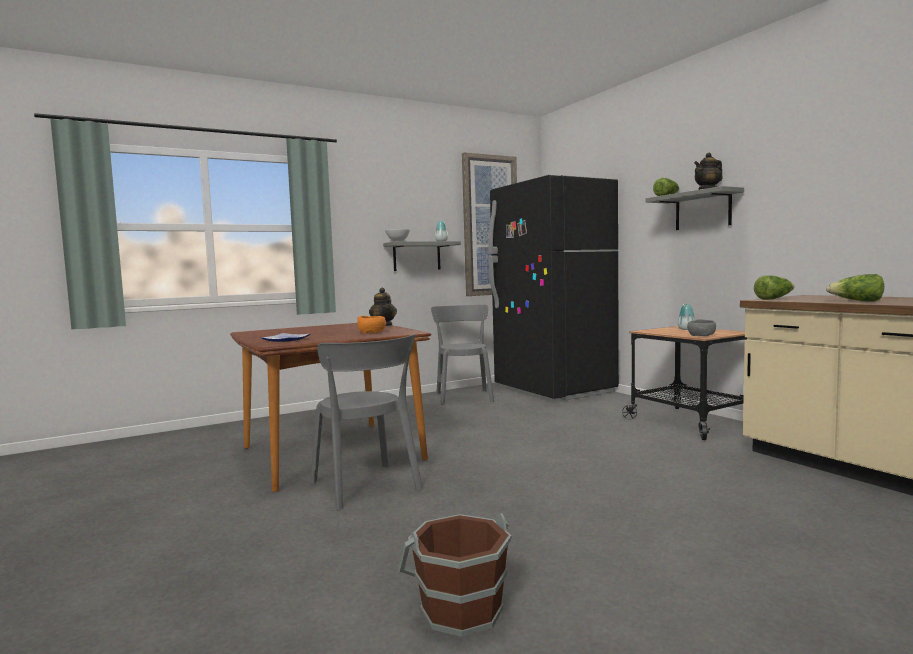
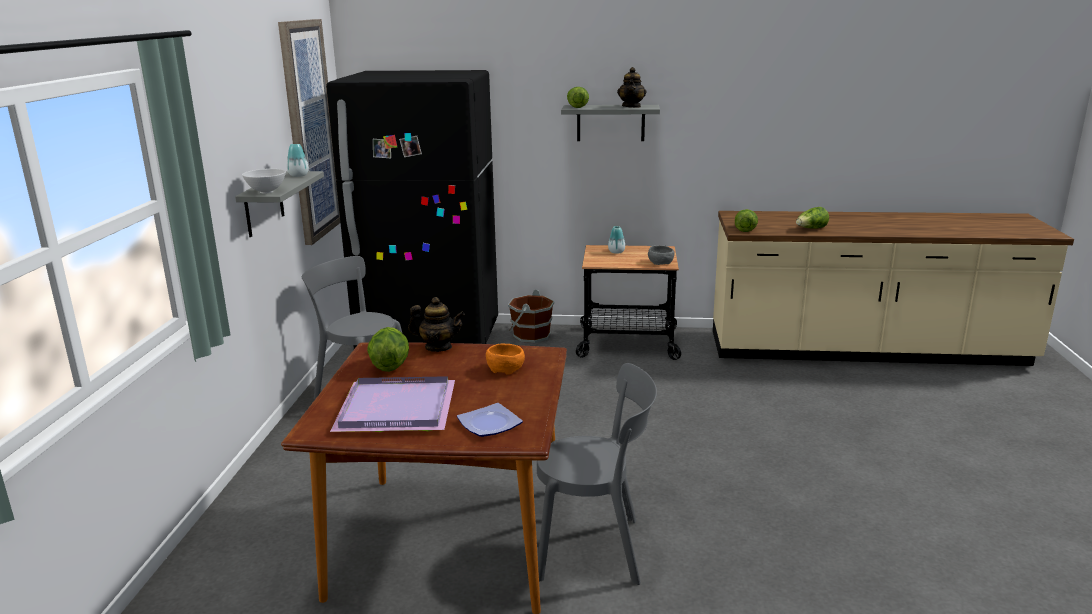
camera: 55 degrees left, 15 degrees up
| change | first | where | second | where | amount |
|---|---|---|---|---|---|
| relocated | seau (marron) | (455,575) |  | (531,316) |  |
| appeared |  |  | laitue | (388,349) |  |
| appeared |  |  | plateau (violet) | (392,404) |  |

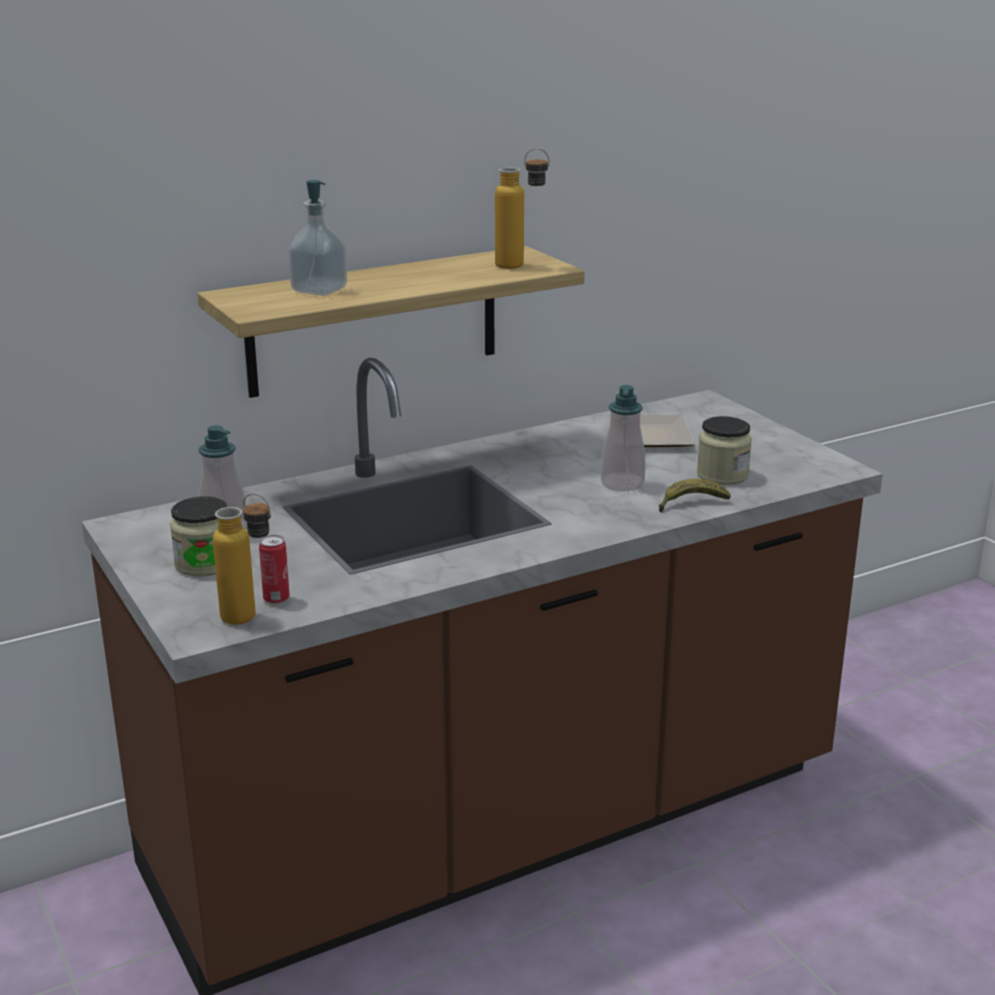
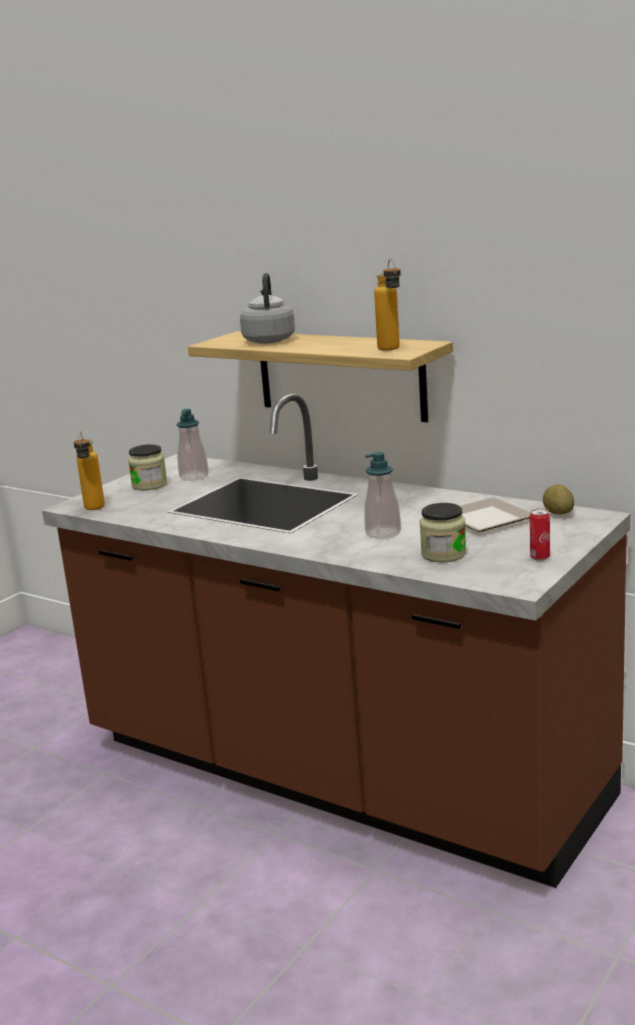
camera: 65 degrees right, 5 degrees down
| change | first | where | second | where | amount |
|---|---|---|---|---|---|
| exchanged | distributeur de savon | (317,238) | bouilloire (gris) | (267,308) |  |
| missing | banane | (695,495) |  |  |  |
| relocated | boîte métallique | (274,569) |  | (540,534) |  |
| appeared |  |  | pomme de terre | (558,499) |  |

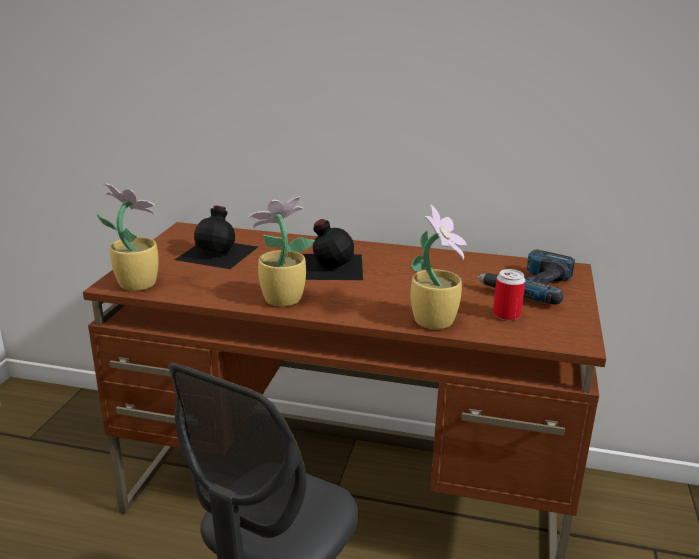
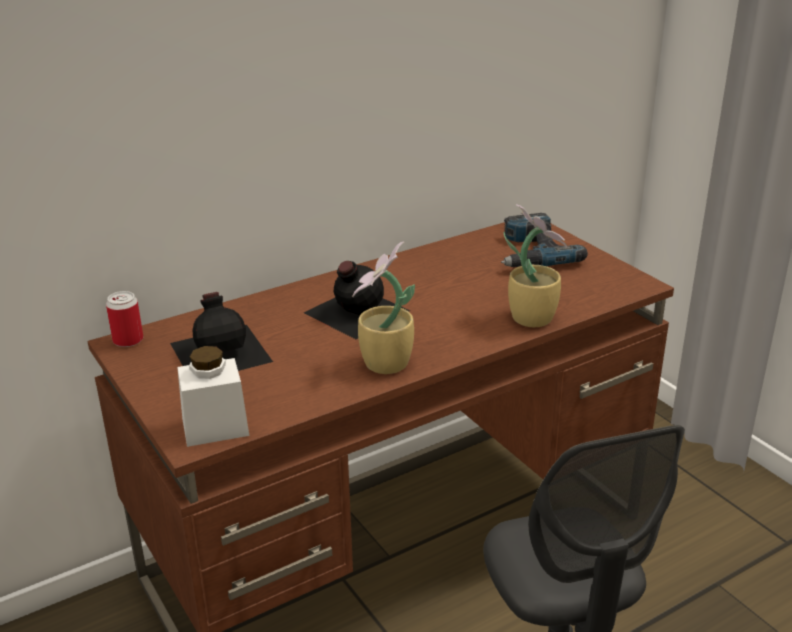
camera: 45 degrees left, 5 degrees up
| change | first | where | second | where | amount |
|---|---|---|---|---|---|
| exchanged | plante en pot | (127,237) | bocal (blanc) | (213,396) |  |
| relocated | boîte métallique | (509,295) |  | (124,319) |  |

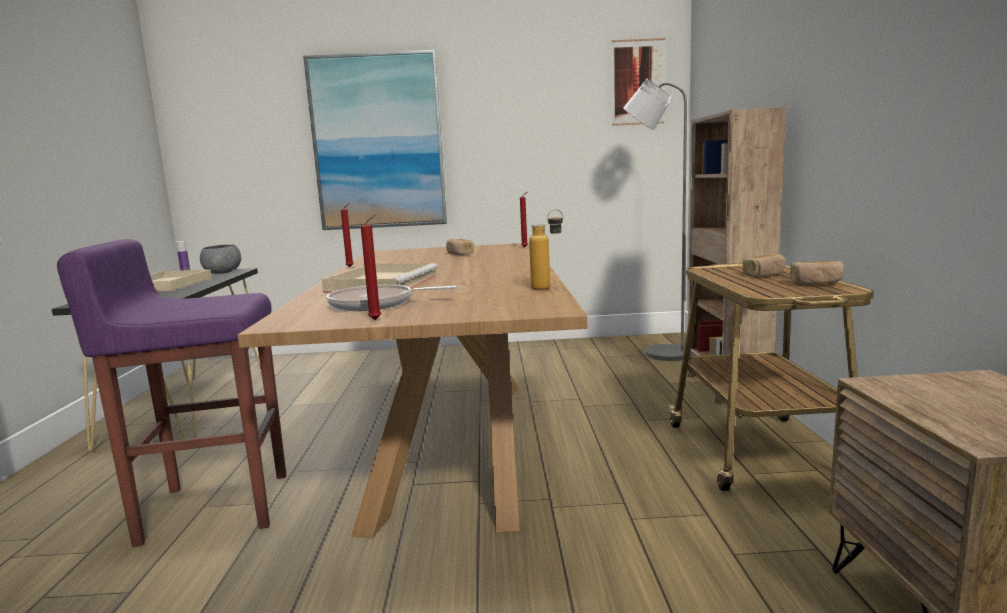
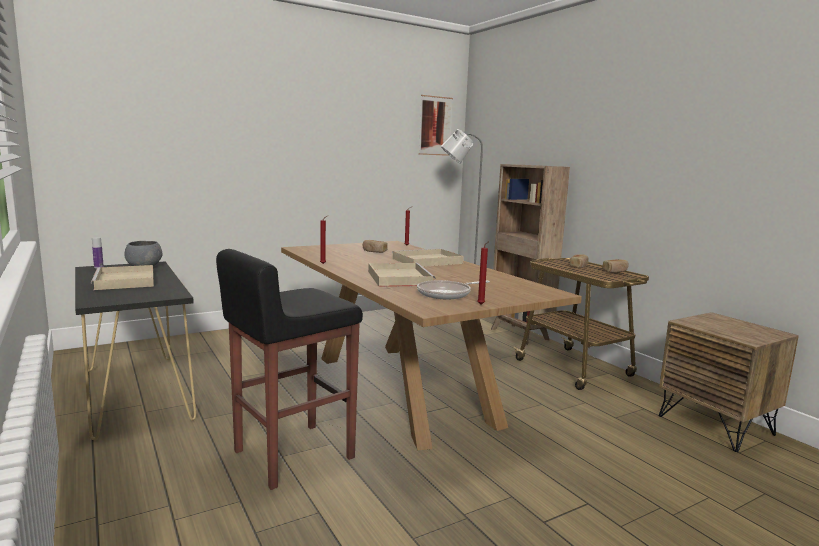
camera: 30 degrees left, 0 degrees up
| change | first | where | second | where | amount |
|---|---|---|---|---|---|
| missing | tableau | (375,140) |  |  |  |
| missing | bouteille | (546,249) |  |  |  |
| colour | tabouret (violet) | (171,393) | tabouret (noir) | (289,369) |  |
| appeared |  |  | plateau (beige) | (428,257) |  |

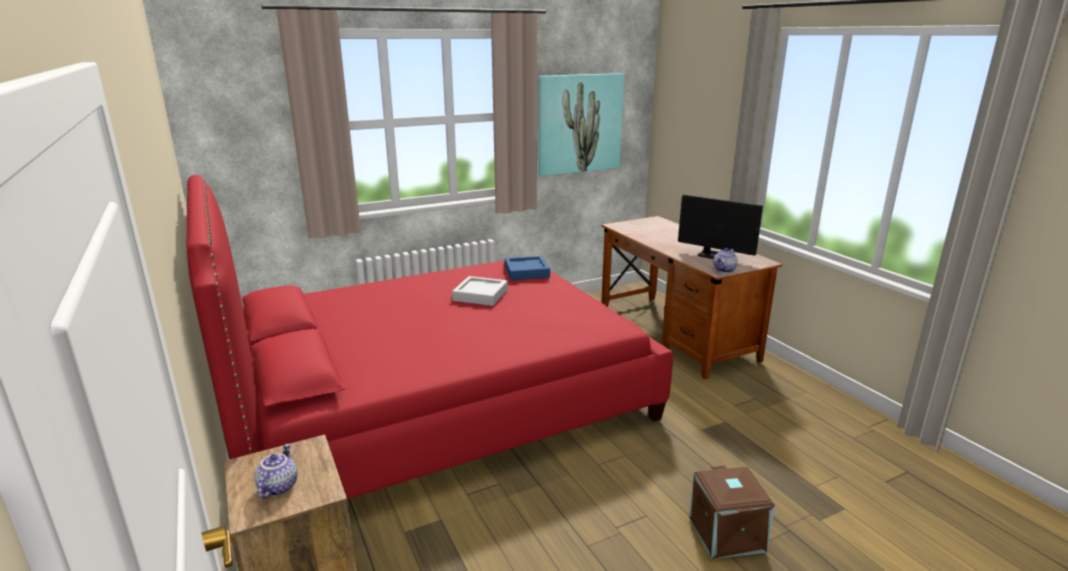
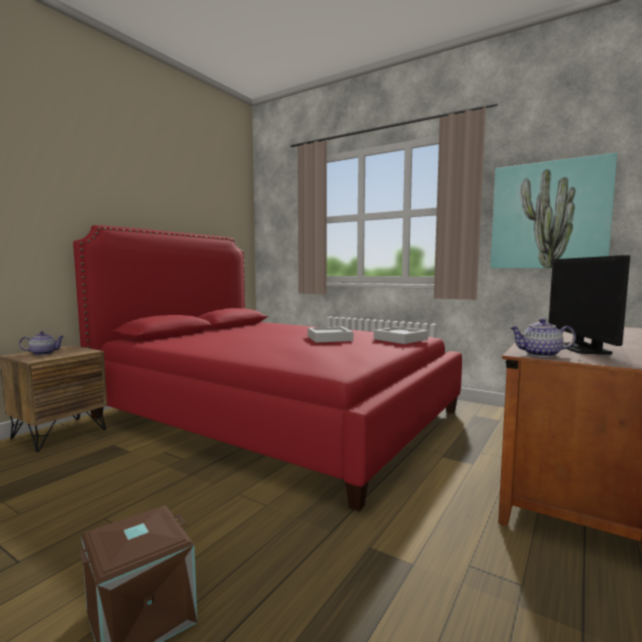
camera: 60 degrees right, 15 degrees down
| change | first | where | second | where | amount |
|---|---|---|---|---|---|
| colour | plateau (bleu) | (527,268) | plateau (gris) | (401,335) |  |

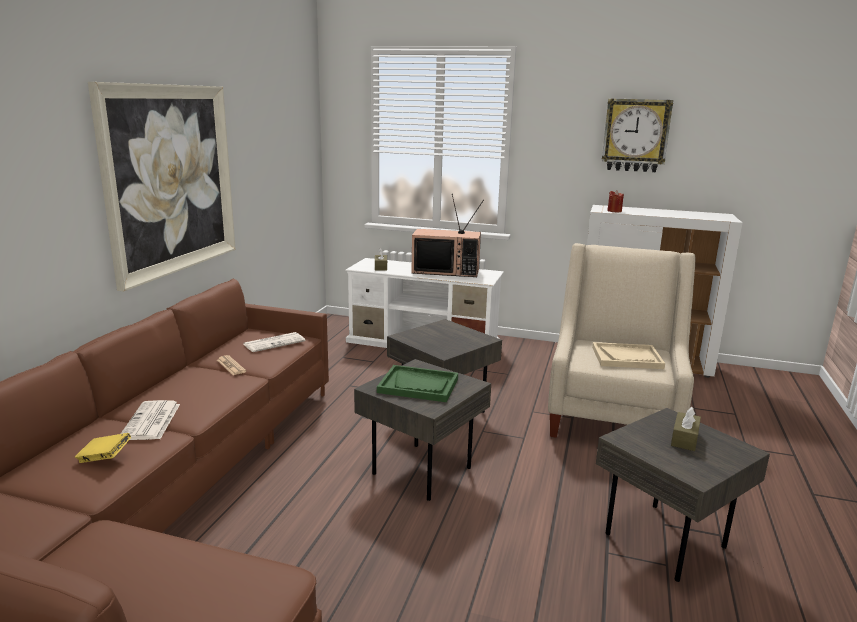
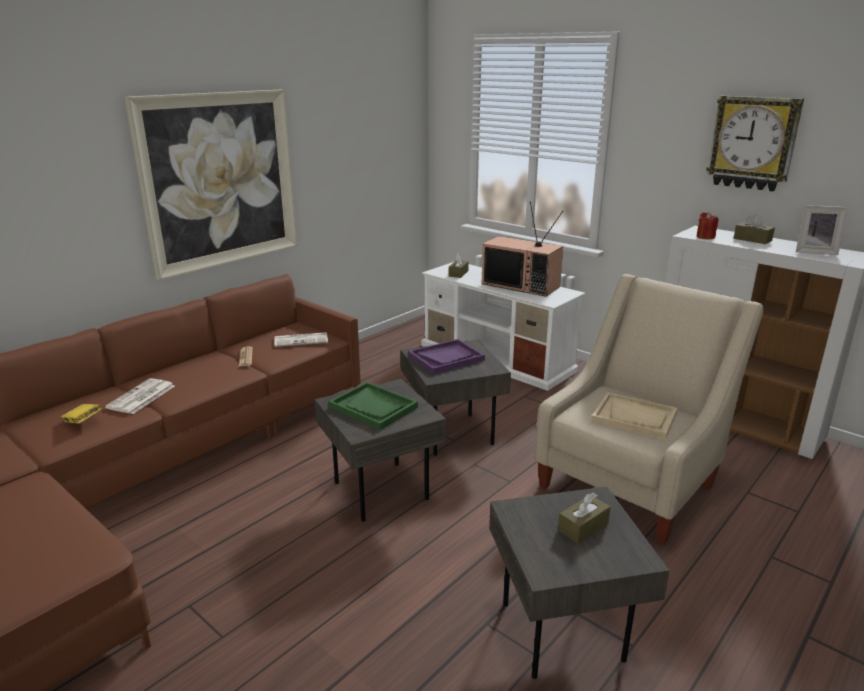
camera: 25 degrees right, 5 degrees up
| change | first | where | second | where | amount |
|---|---|---|---|---|---|
| appeared |  |  | cadre photo | (822,230) |  |
| appeared |  |  | boîte à mouchoirs (marron) | (754,228) |  |
| appeared |  |  | plateau (violet) | (446,356) |  |

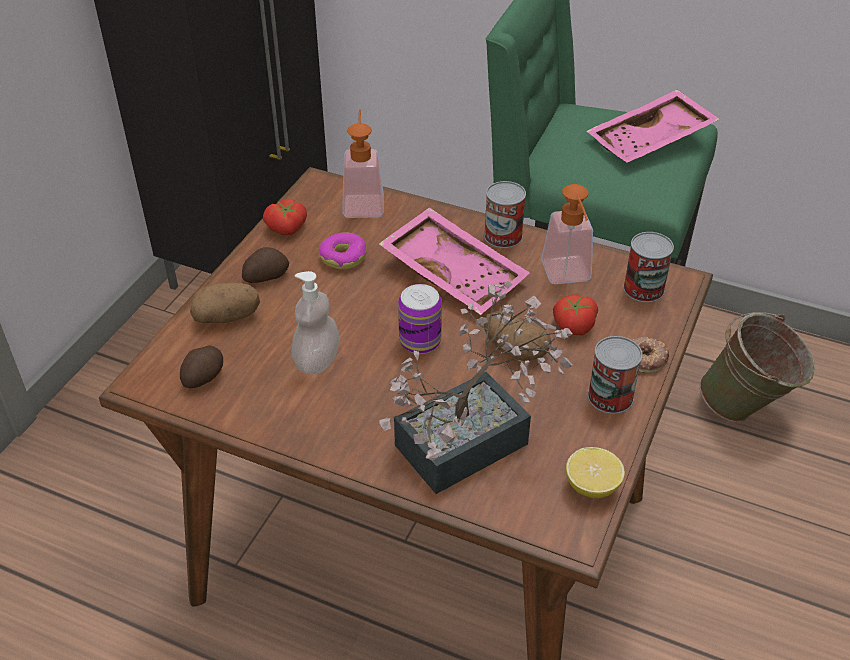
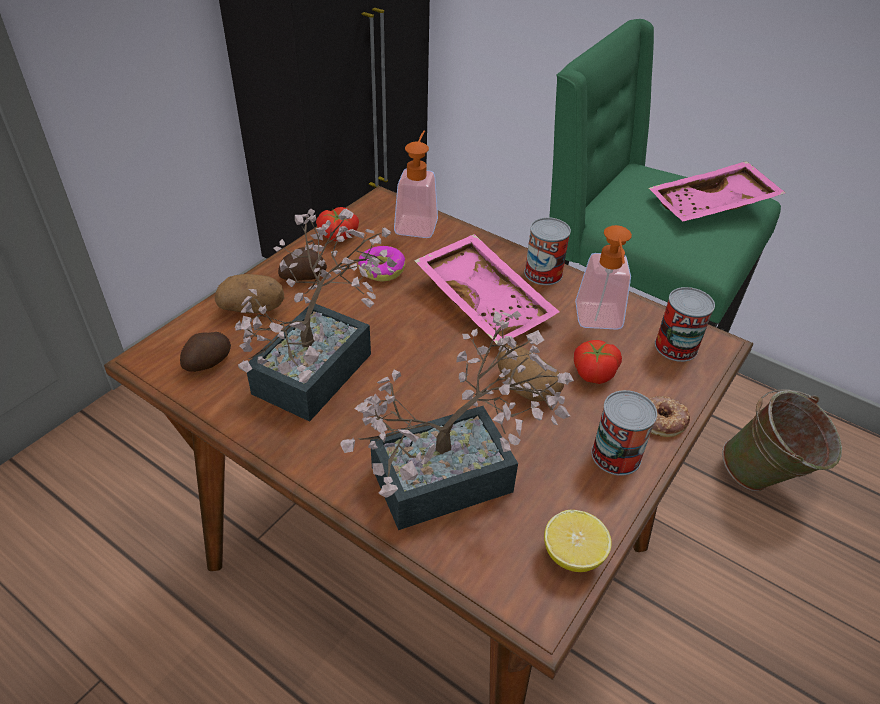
camera: 10 degrees right, 0 degrees up
| change | first | where | second | where | amount |
|---|---|---|---|---|---|
| exchanged | distributeur de savon | (316,322) | plante en pot | (316,315) |  |
| missing | boîte métallique | (420,319) |  |  |  |

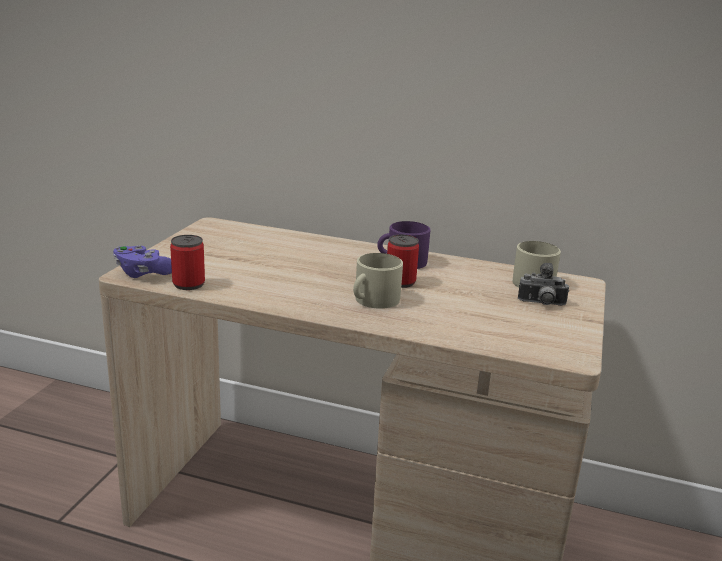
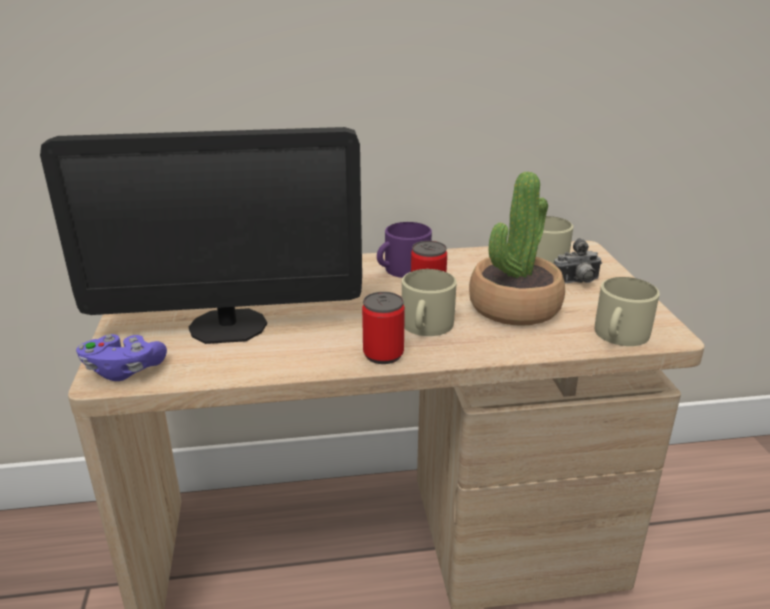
camera: 25 degrees left, 5 degrees up
| change | first | where | second | where | amount |
|---|---|---|---|---|---|
| relocated | boîte métallique | (187,262) |  | (383,328) |  |
| appeared |  |  | écran d'ordinateur | (201,235) |  |
| appeared |  |  | plante en pot | (517,249) |  |
| appeared |  |  | mug (beige) | (627,311) |  |

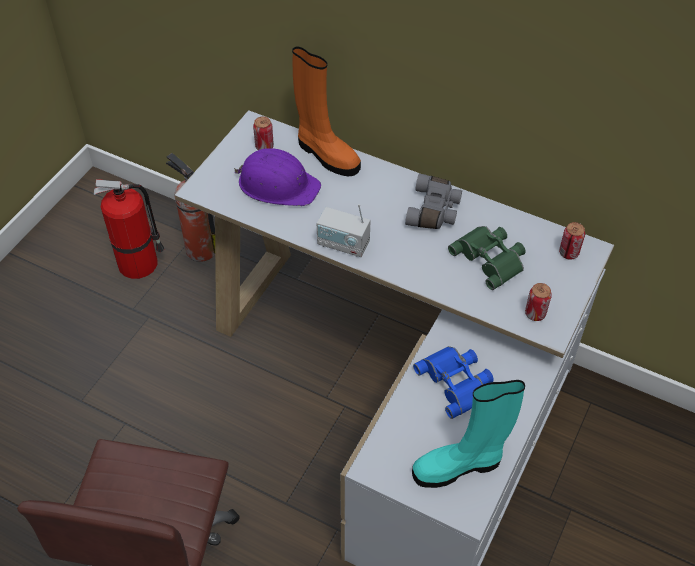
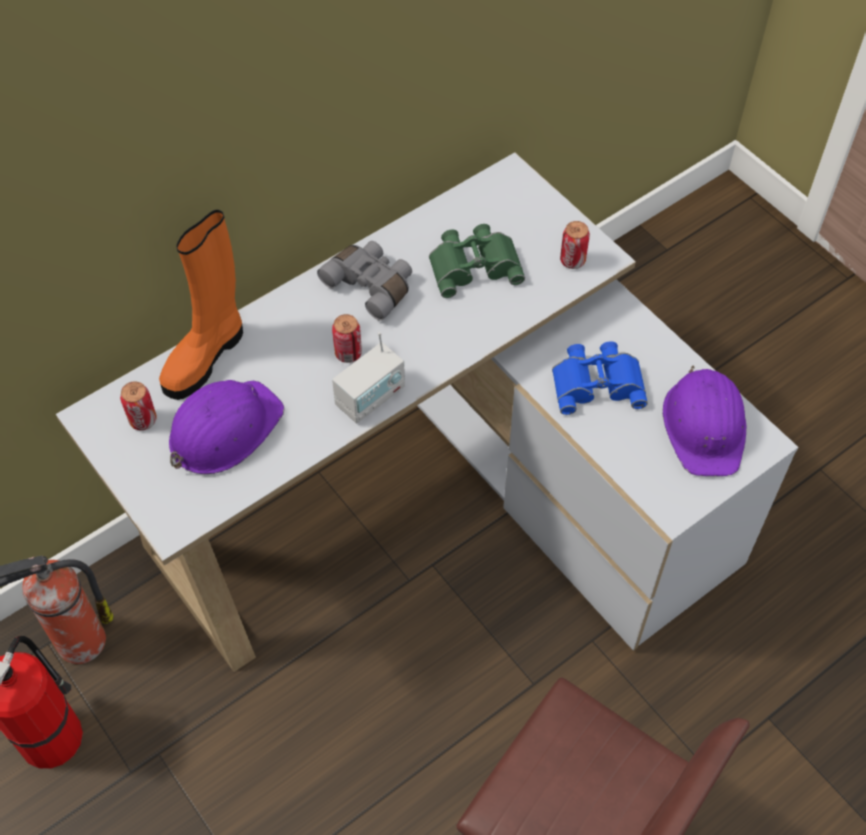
camera: 65 degrees left, 5 degrees up
| change | first | where | second | where | amount |
|---|---|---|---|---|---|
| spun | botte (orange) | (326,111) |  | (201,305) | 150 degrees clockwise |
| relocated | boîte métallique | (572,241) |  | (347,338) |  |
| exchanged | botte (turquoise) | (468,434) | casque de chantier (violet) | (704,420) |  |

